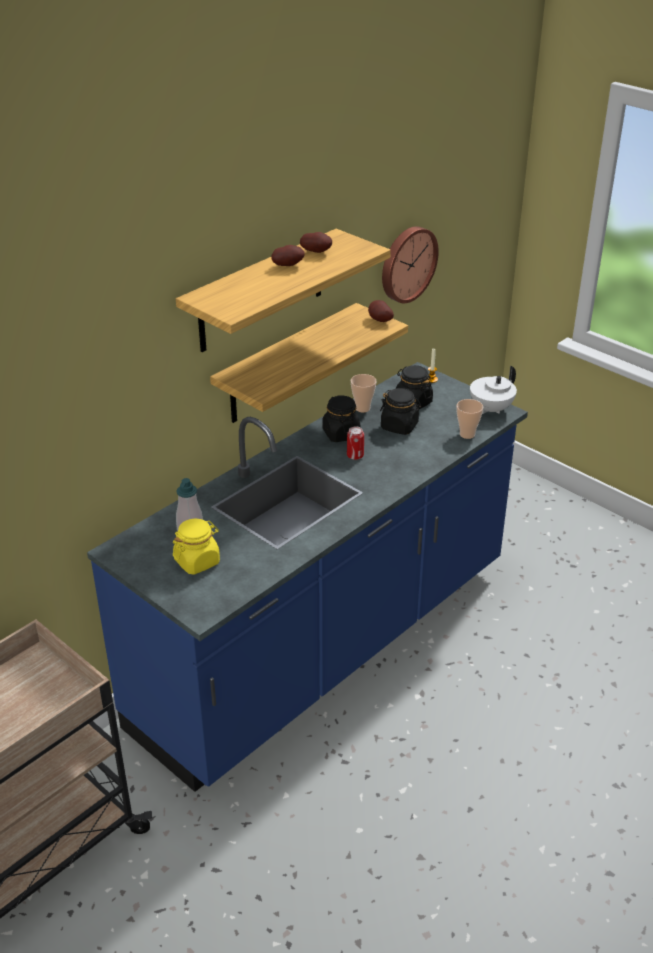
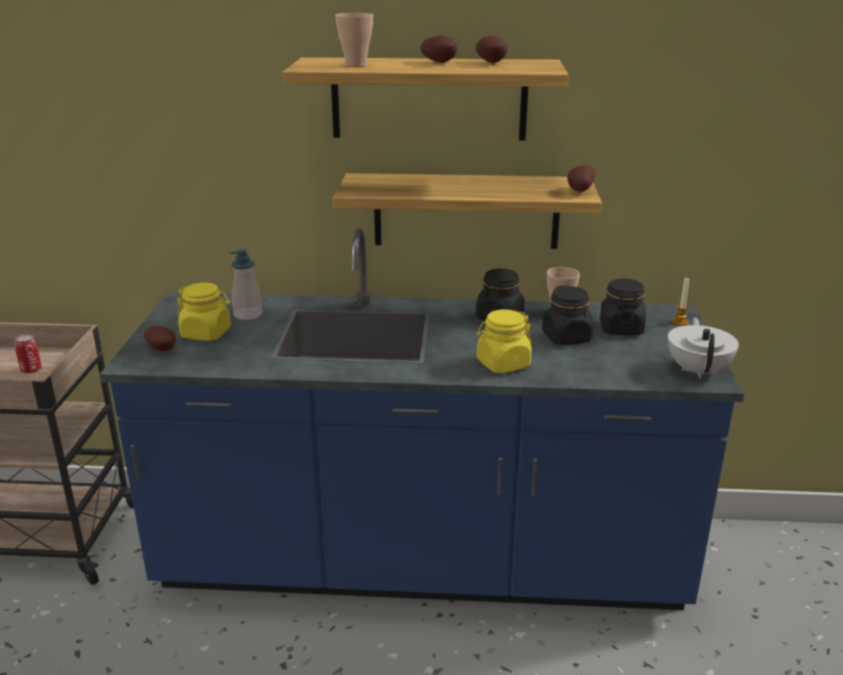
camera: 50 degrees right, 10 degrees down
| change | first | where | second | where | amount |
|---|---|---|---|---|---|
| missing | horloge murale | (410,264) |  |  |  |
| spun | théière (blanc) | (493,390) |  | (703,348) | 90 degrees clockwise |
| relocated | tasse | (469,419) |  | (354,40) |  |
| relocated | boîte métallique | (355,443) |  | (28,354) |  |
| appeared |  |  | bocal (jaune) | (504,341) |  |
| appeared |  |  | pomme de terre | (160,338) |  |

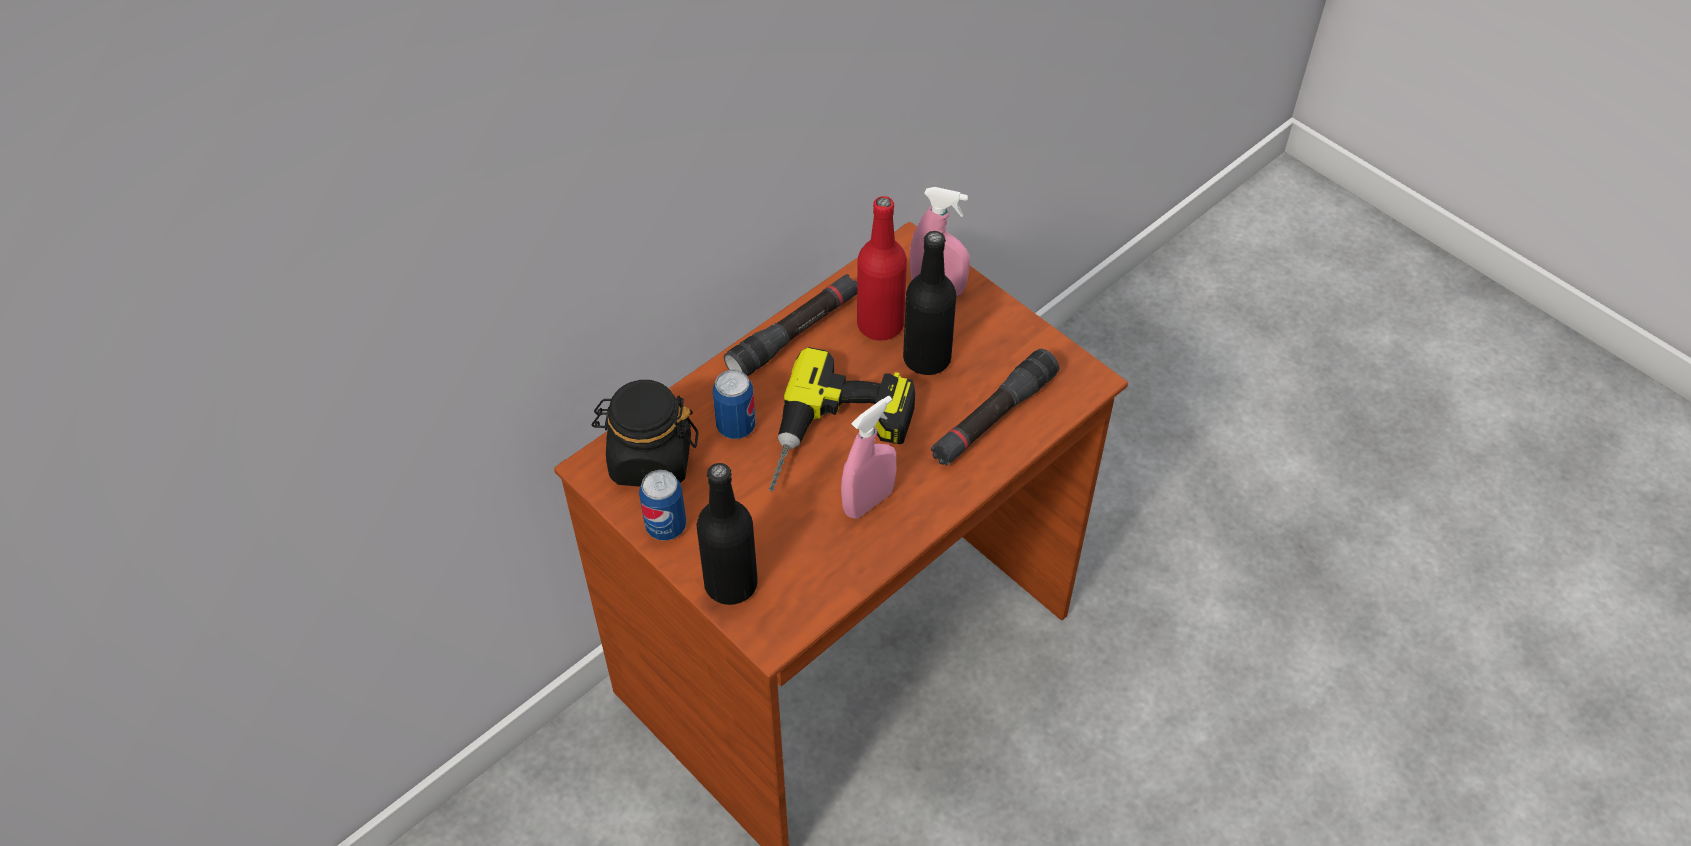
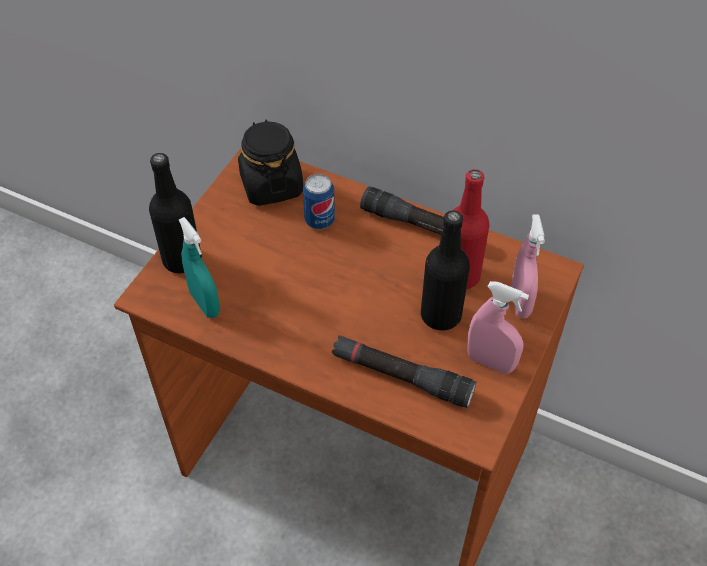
camera: 70 degrees right, 0 degrees up
| change | first | where | second | where | amount |
|---|---|---|---|---|---|
| missing | perceuse | (842,419) |  |  |  |
| relocated | vaporisateur (rose) | (868,457) |  | (498,327) |  |
| missing | boîte métallique | (662,505) |  |  |  |
| appeared |  |  | vaporisateur (turquoise) | (199,267) |  |

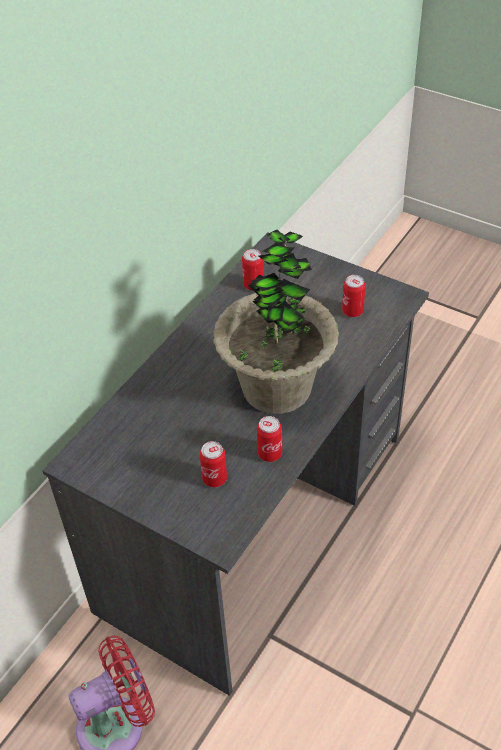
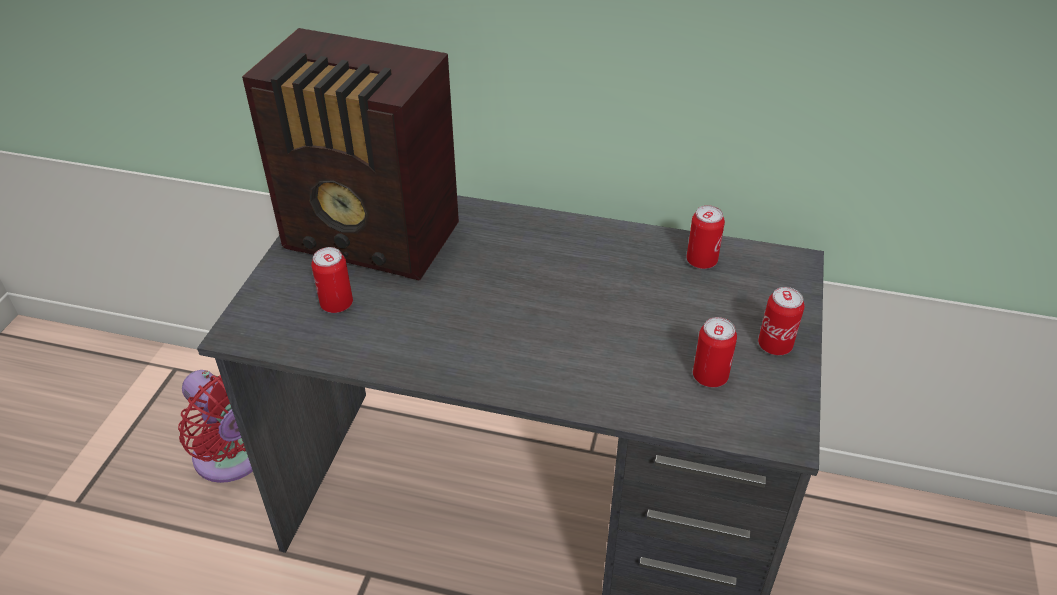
camera: 70 degrees right, 5 degrees down
| change | first | where | second | where | amount |
|---|---|---|---|---|---|
| missing | plante en pot | (276,322) |  |  |  |
| relocated | boîte métallique | (269,439) |  | (781,321) |  |
| appeared |  |  | radio | (350,154) |  |

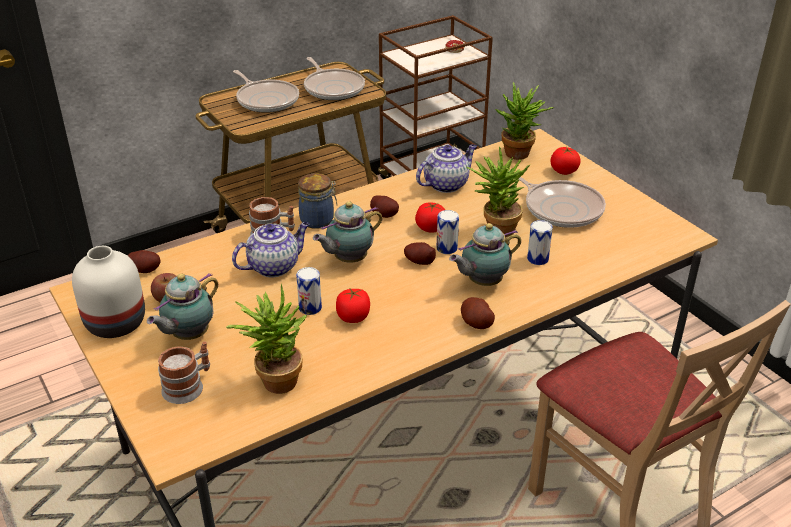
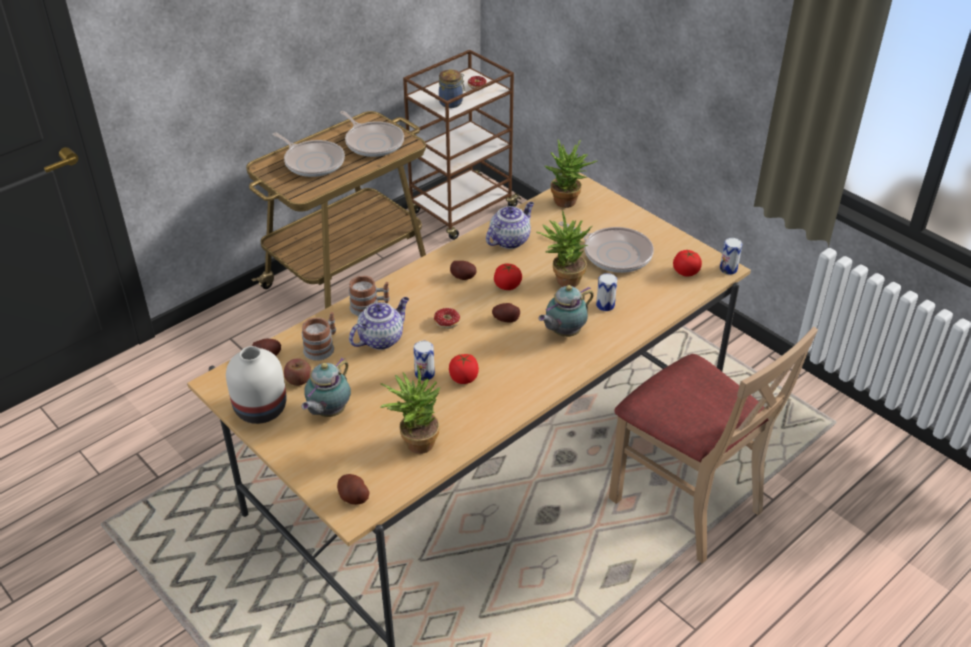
camera: 10 degrees left, 5 degrees up
| change | first | where | second | where | amount |
|---|---|---|---|---|---|
| relocated | tomate | (565,161) |  | (687,263) |  |
| relocated | bocal | (317,201) |  | (452,88) |  |
| exchanged | théière | (348,232) | beignet | (447,318) |  |
| relocated | boîte métallique | (448,232) |  | (731,256) |  |
| relocated | pomme de terre | (478,313) |  | (353,489) |  |
| relocated | mug | (184,372) |  | (319,336) |  |

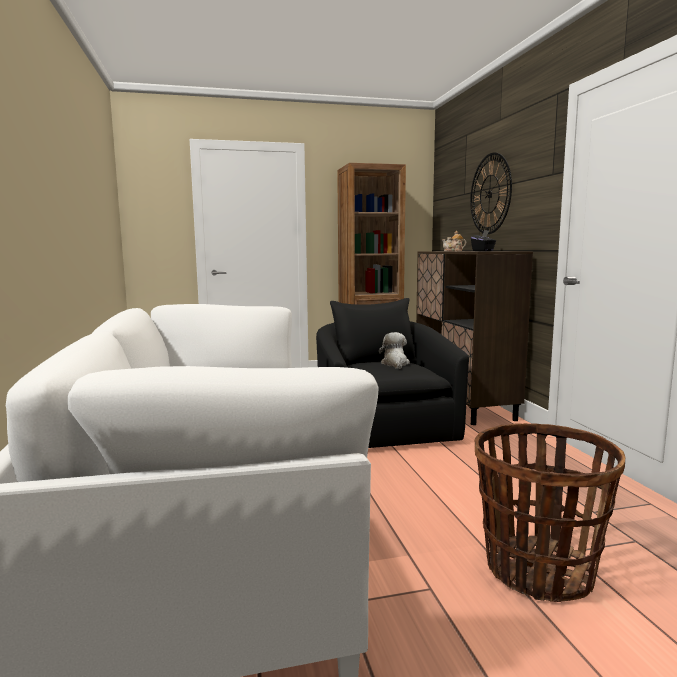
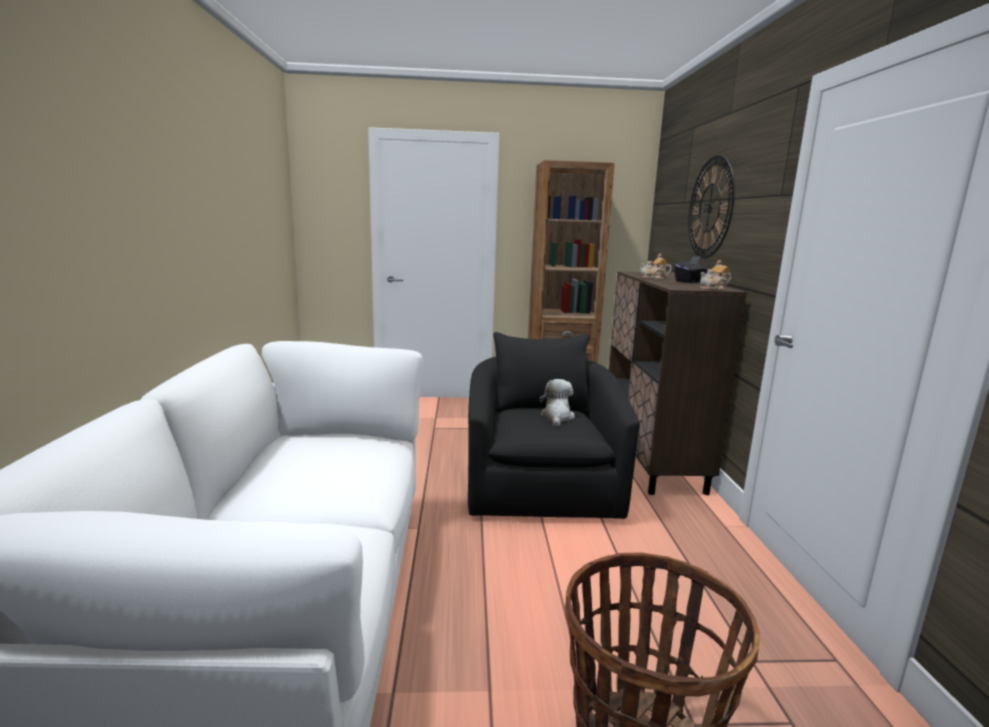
camera: 10 degrees right, 5 degrees up
| change | first | where | second | where | amount |
|---|---|---|---|---|---|
| appeared |  |  | théière | (715,275) |  |

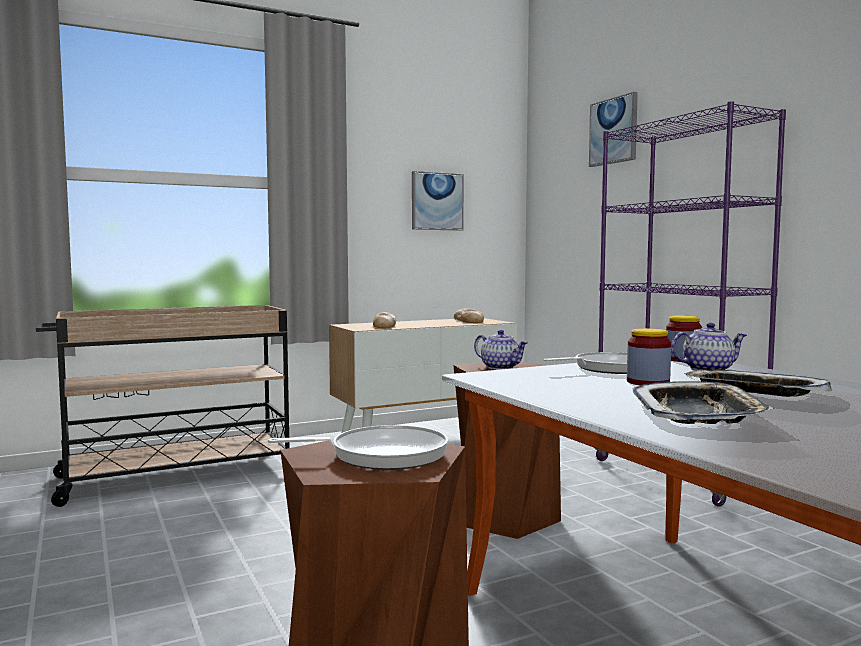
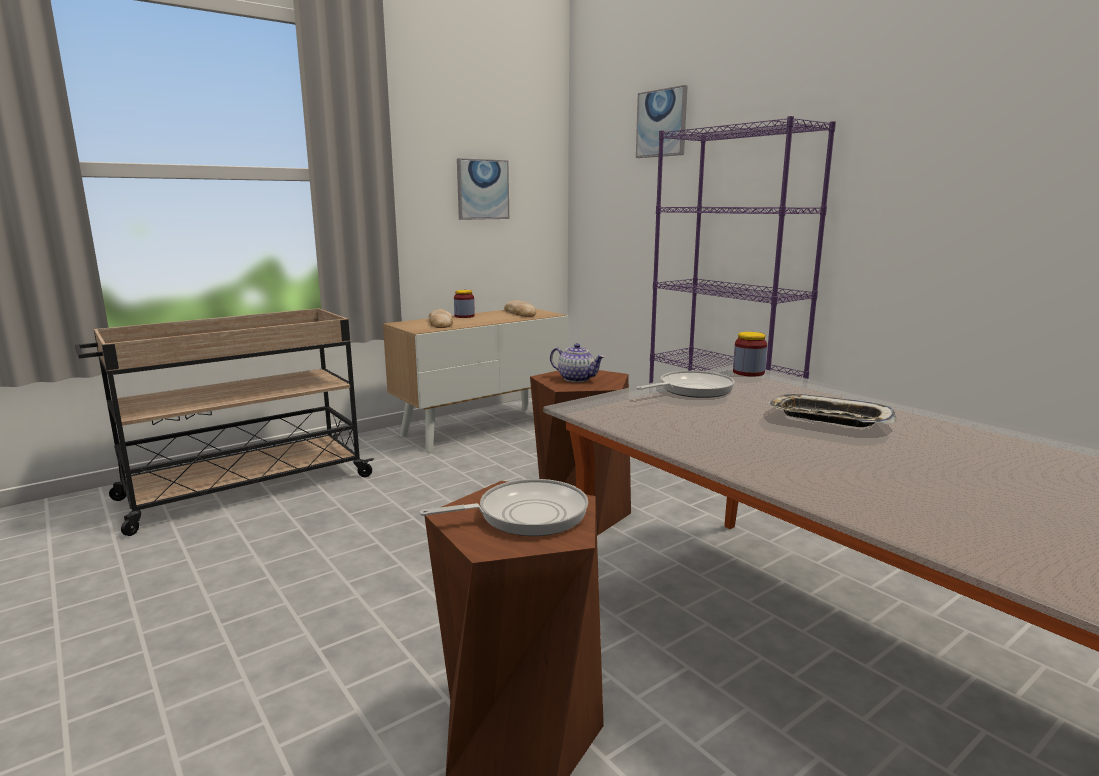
camera: 10 degrees left, 10 degrees up
| change | first | where | second | where | amount |
|---|---|---|---|---|---|
| missing | théière | (709,347) |  |  |  |
| relocated | bocal | (649,356) |  | (464,304) |  |
| missing | plateau | (704,402) |  |  |  |

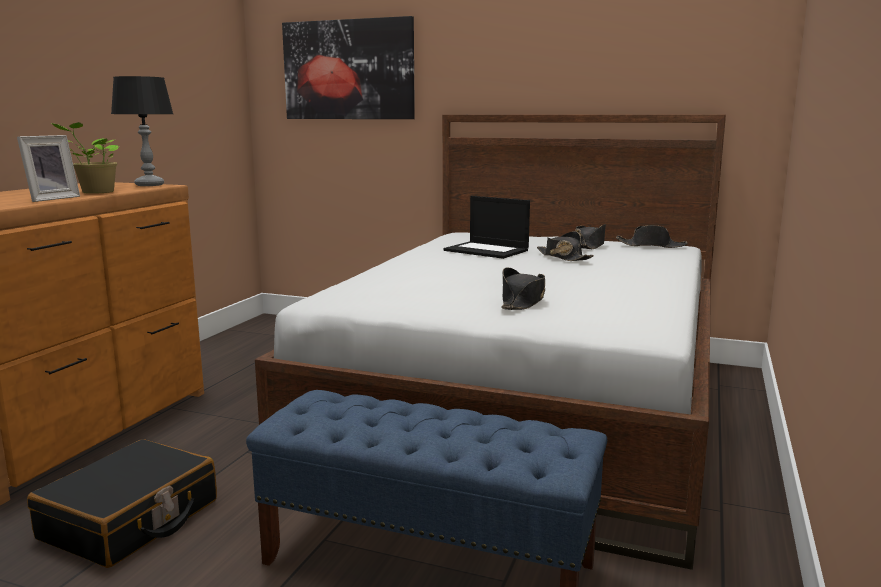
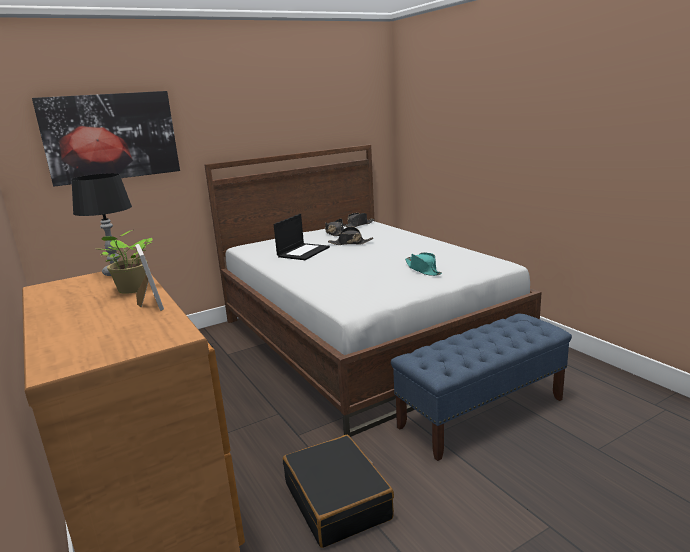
camera: 50 degrees left, 5 degrees up
| change | first | where | second | where | amount |
|---|---|---|---|---|---|
| spun | ordinateur portable | (487,227) |  | (302,237) | 45 degrees counterclockwise |
| colour | chapeau (noir) | (523,289) | chapeau (turquoise) | (423,264) |  |

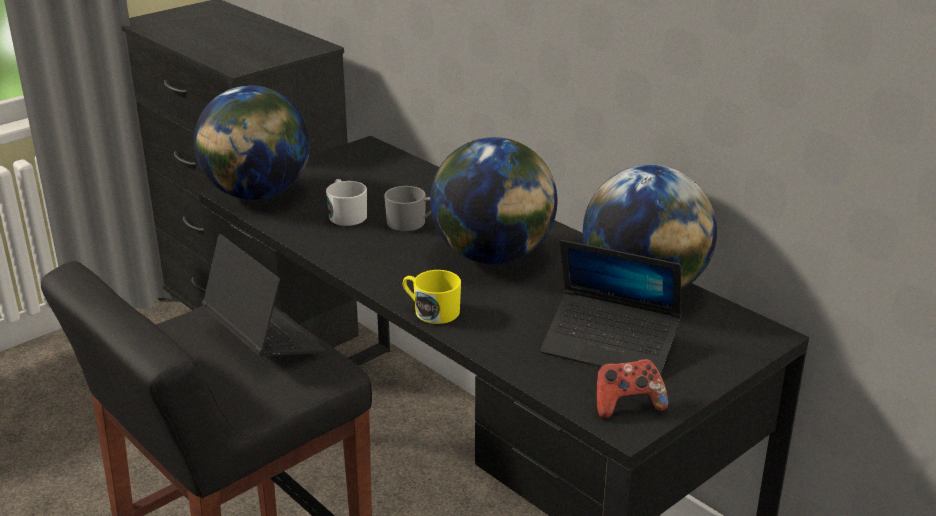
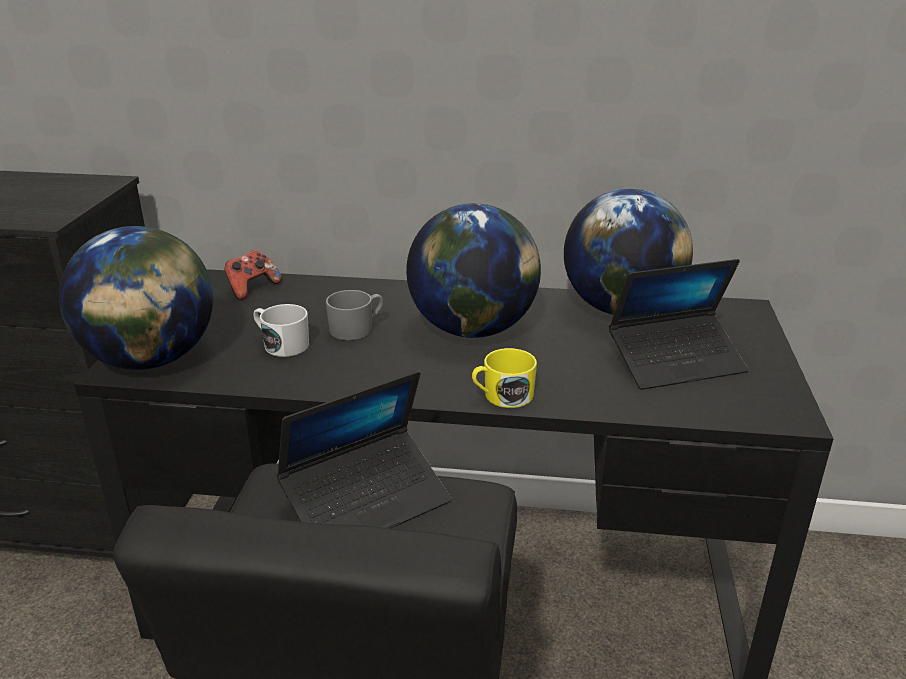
camera: 40 degrees left, 0 degrees up
| change | first | where | second | where | amount |
|---|---|---|---|---|---|
| spun | ordinateur portable | (264,295) |  | (364,449) | 135 degrees clockwise |
| relocated | manette | (632,389) |  | (253,275) |  |

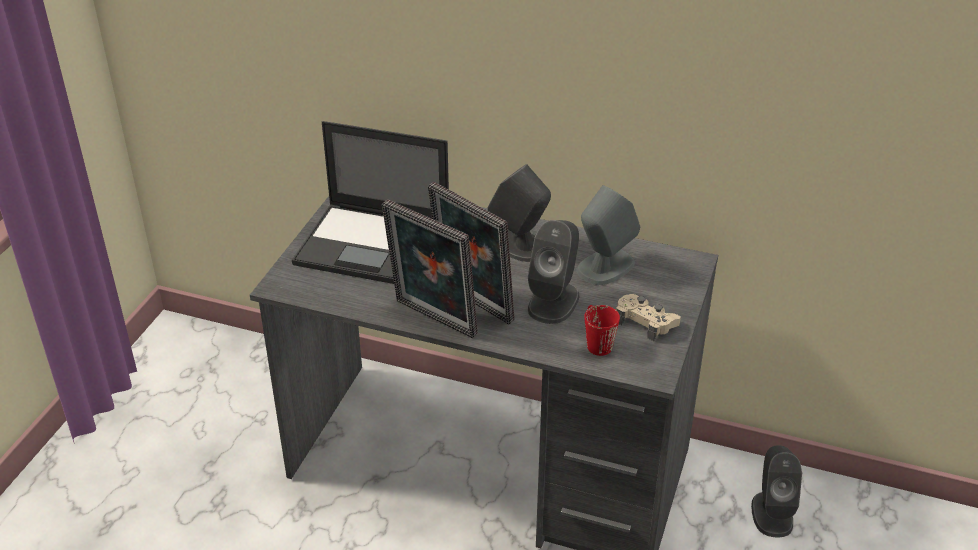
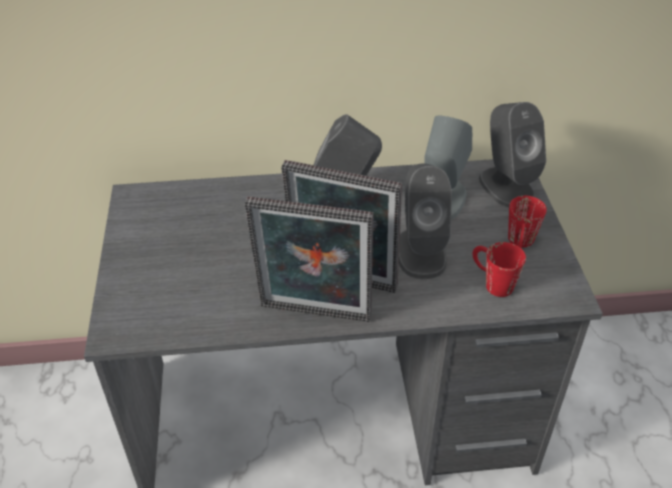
camera: 25 degrees left, 5 degrees up
| change | first | where | second | where | amount |
|---|---|---|---|---|---|
| missing | ordinateur portable | (370,202) |  |  |  |
| exchanged | manette (beige) | (648,317) | mug (rouge) | (527,222) |  |
| relocated | enceinte (gris) | (776,491) |  | (512,155) |  |

